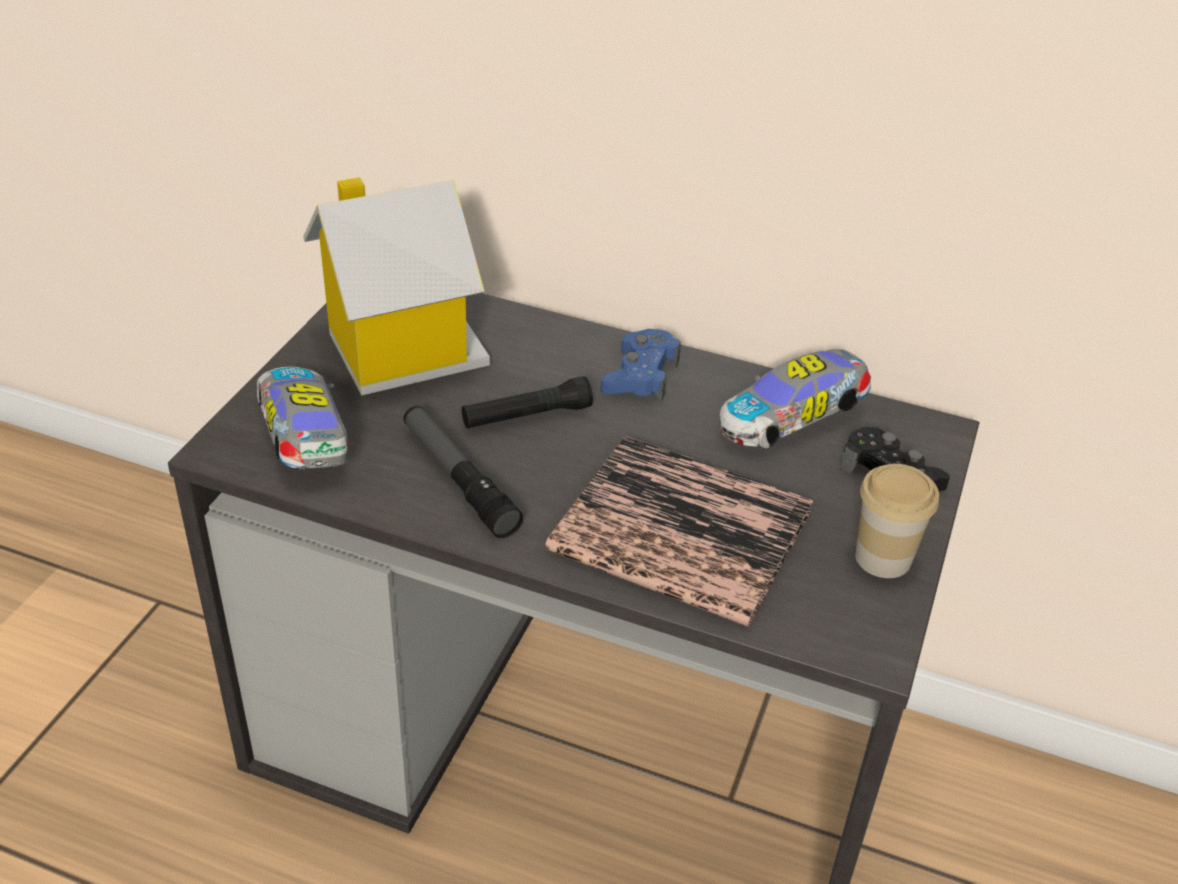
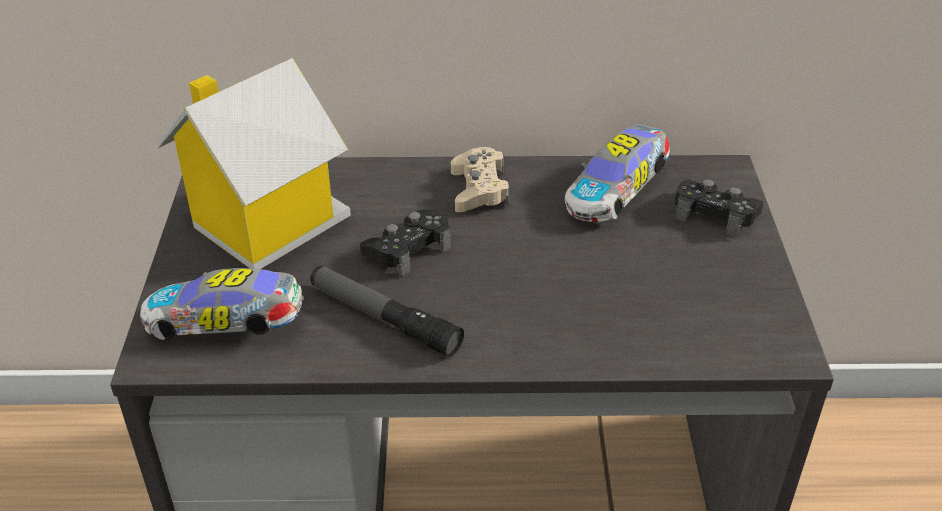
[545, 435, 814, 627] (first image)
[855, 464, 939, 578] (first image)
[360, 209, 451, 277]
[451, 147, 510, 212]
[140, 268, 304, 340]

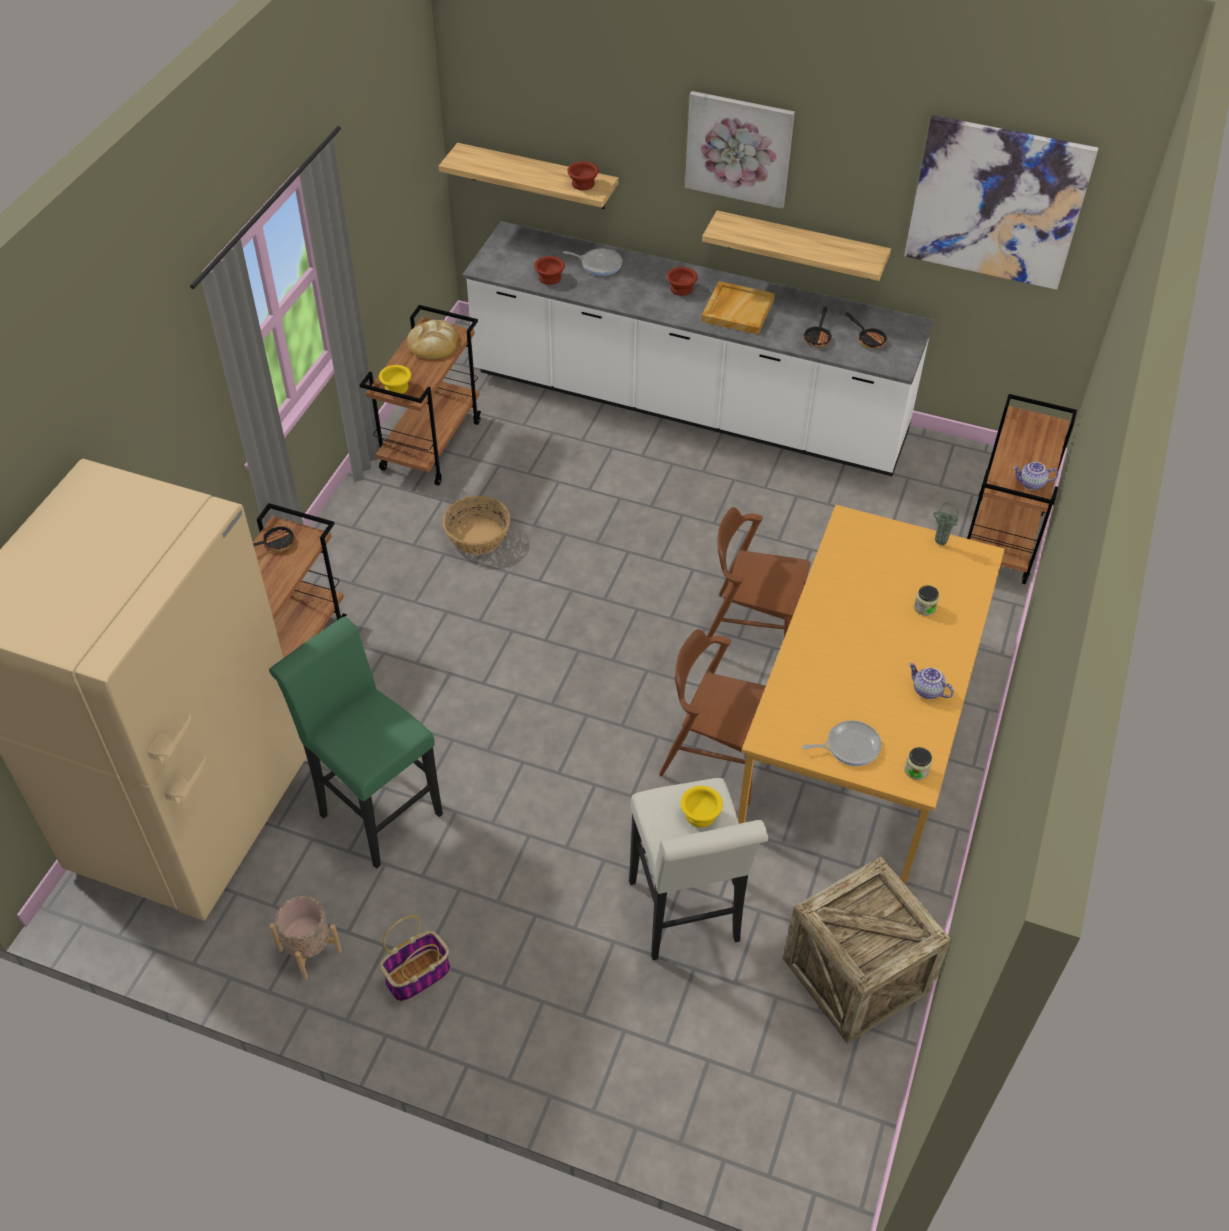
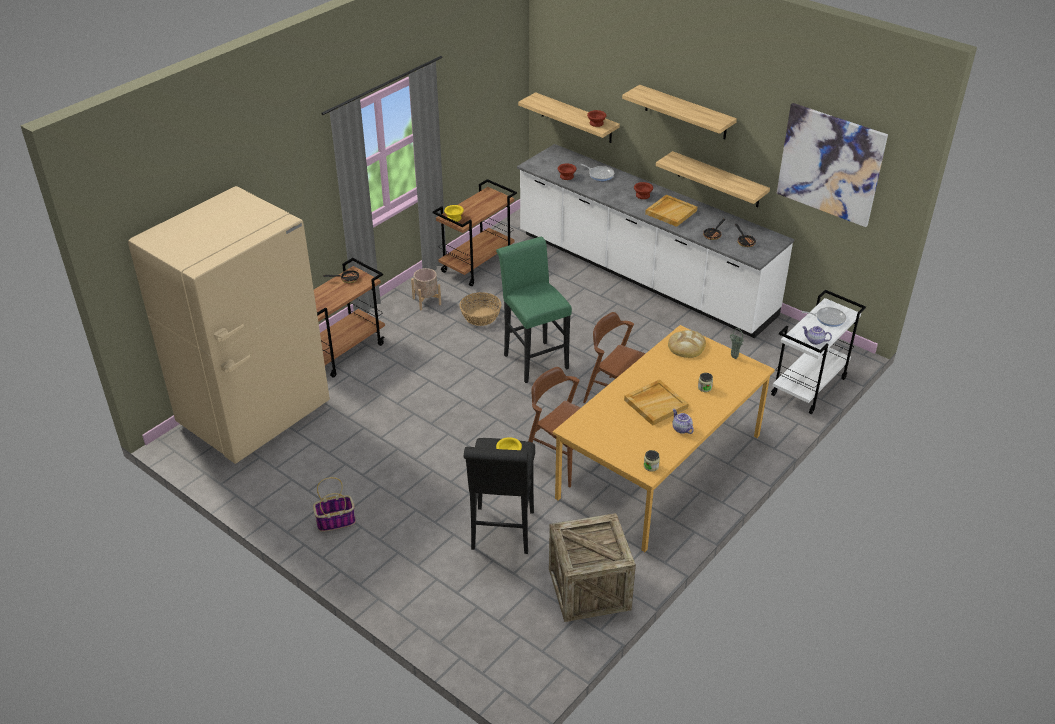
[624, 379, 688, 426]
[496, 237, 572, 383]
[411, 268, 441, 310]
[668, 330, 706, 358]
[802, 307, 846, 327]
[622, 85, 737, 139]
[464, 438, 535, 554]
[771, 290, 866, 414]

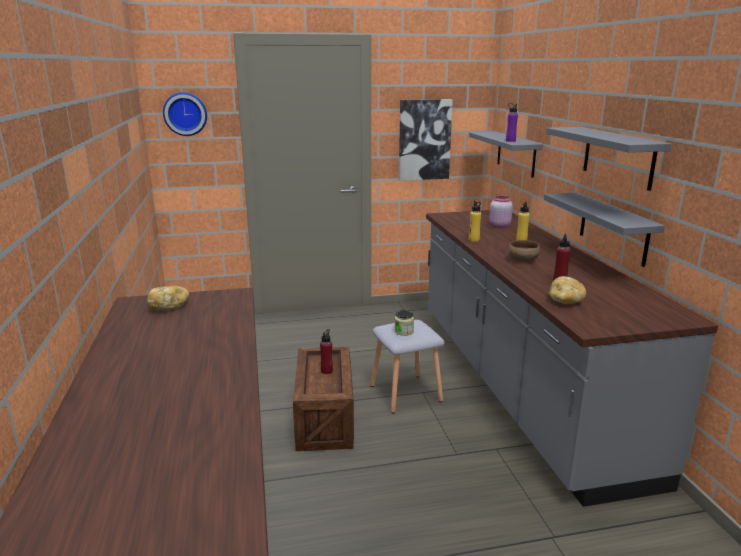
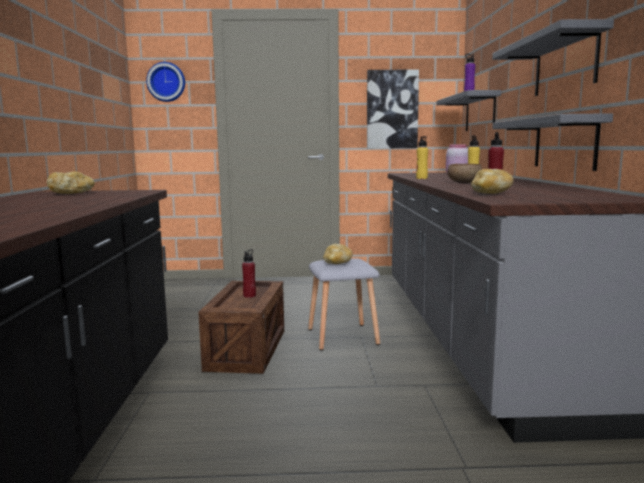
[323, 244, 353, 264]

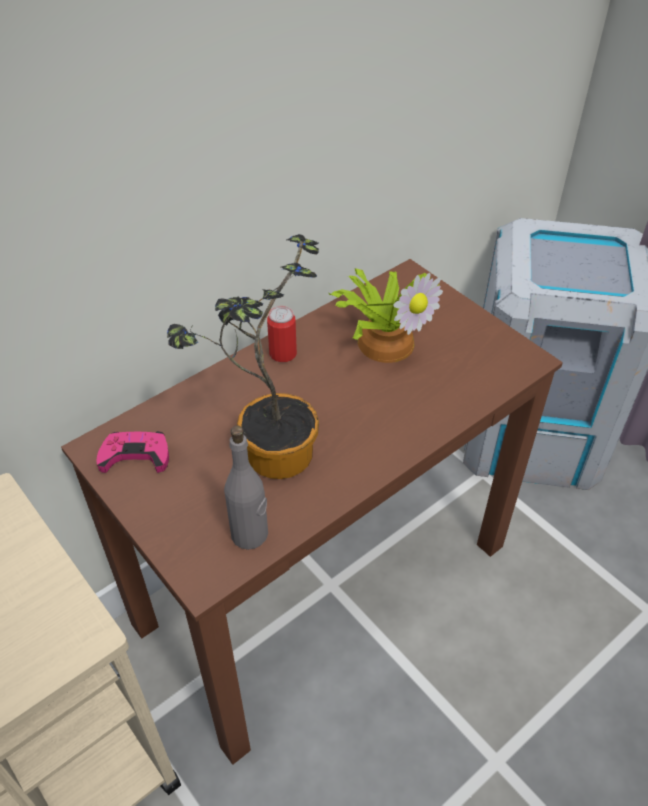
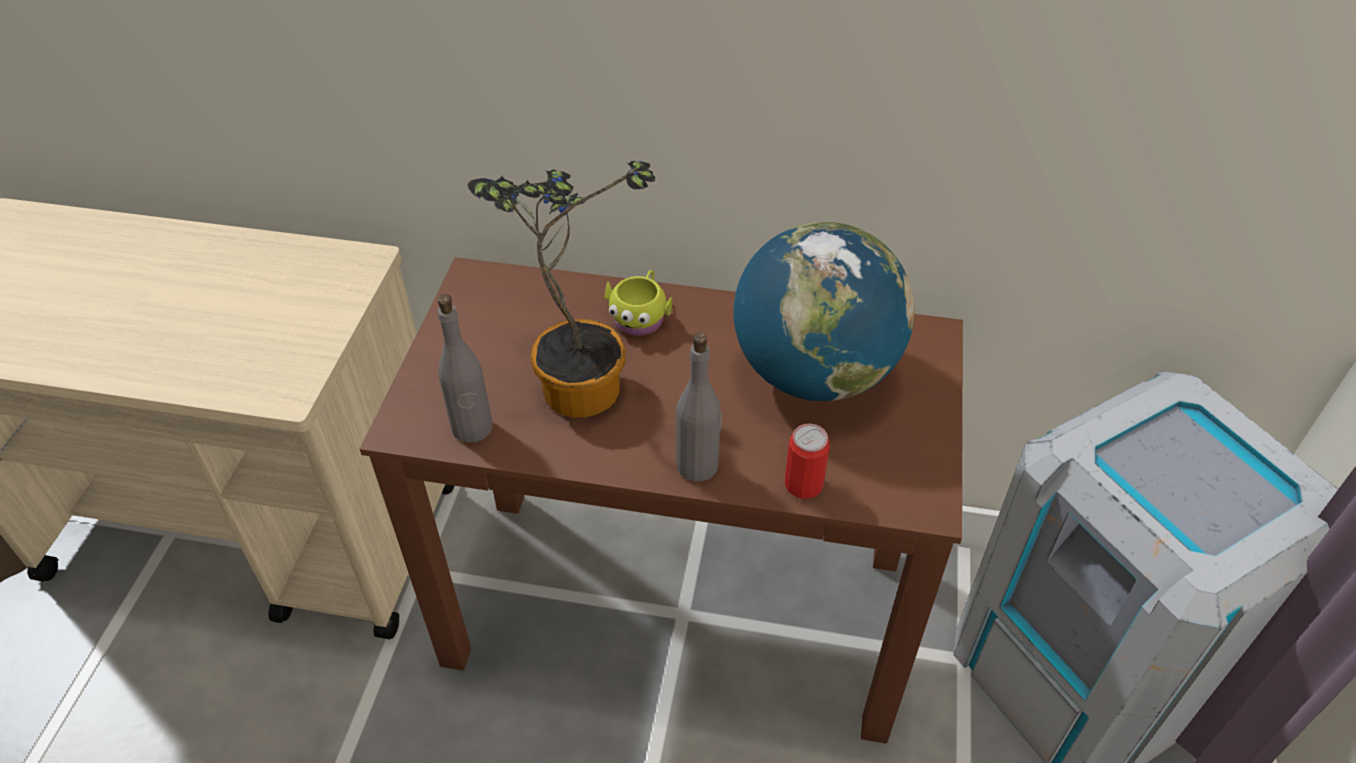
[96, 431, 169, 473] (first image)
[604, 270, 672, 336]
[676, 333, 722, 482]
[785, 424, 830, 499]
[734, 221, 915, 401]

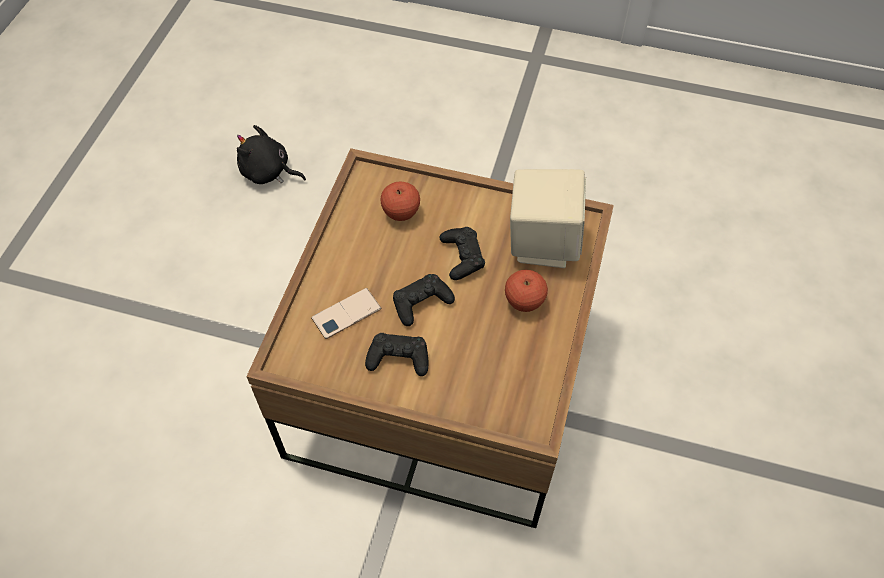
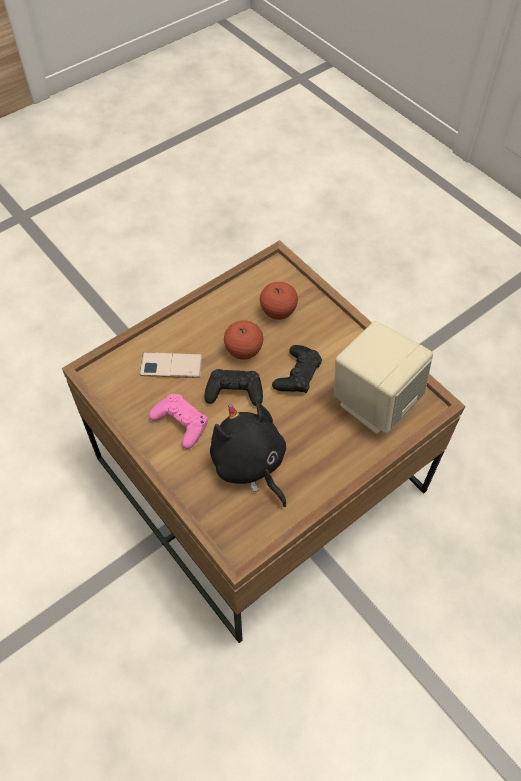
[210, 402, 286, 507]
[224, 320, 263, 360]
[149, 394, 208, 449]

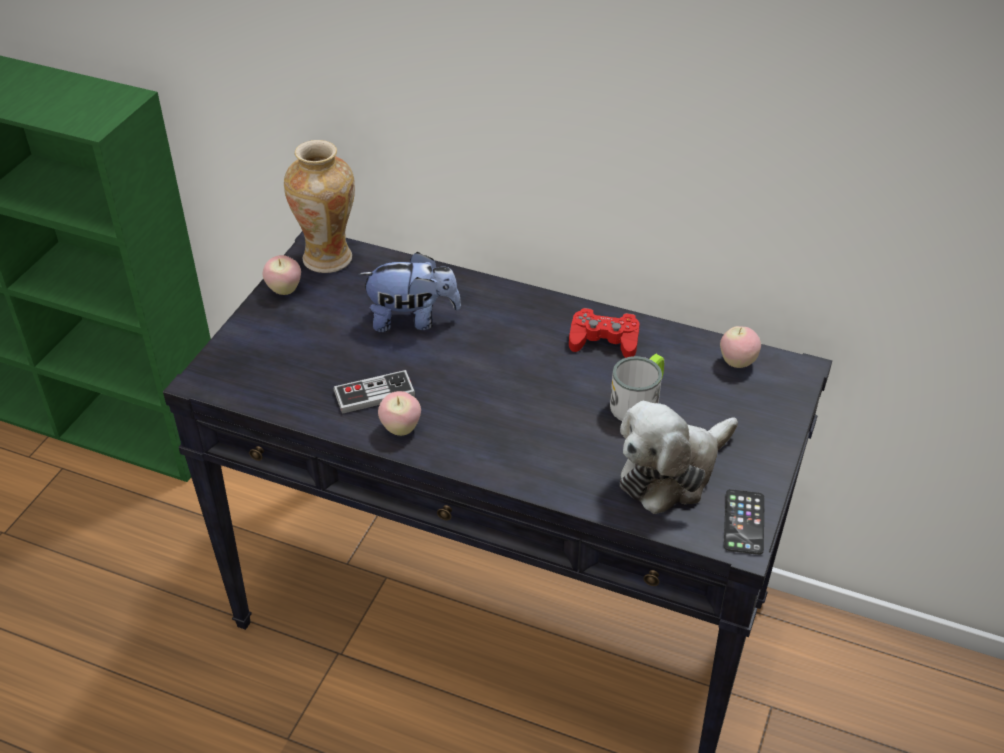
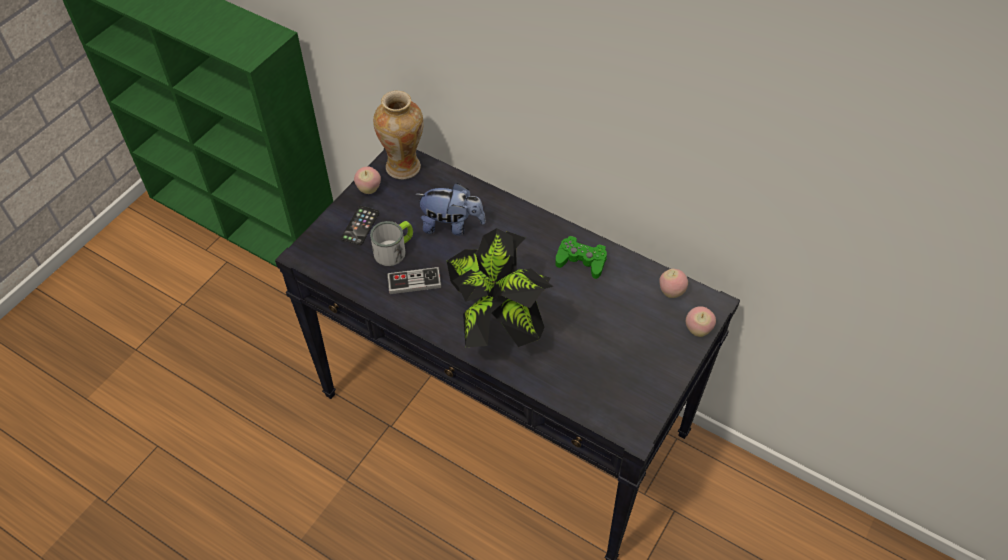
[620, 401, 738, 514] (first image)
[447, 228, 553, 347]
[686, 306, 716, 337]
[370, 221, 413, 266]
[341, 206, 379, 245]
[555, 236, 607, 279]

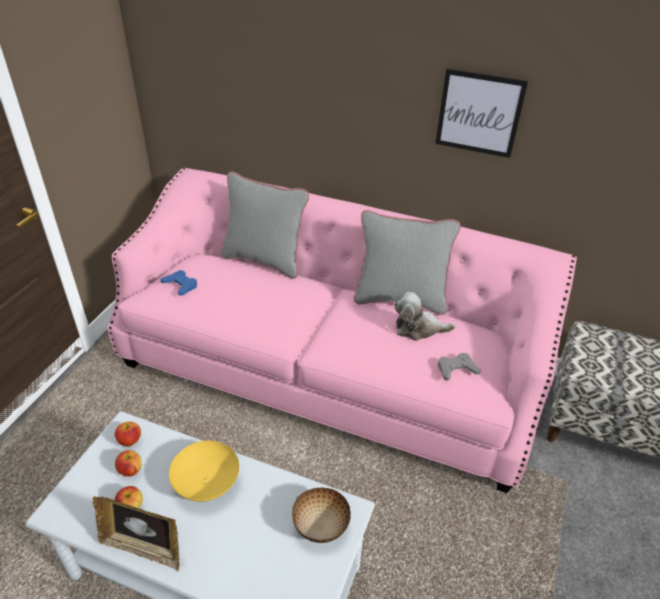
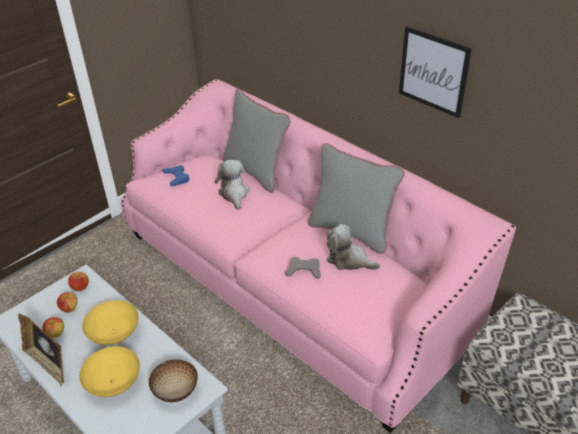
[79, 346, 140, 397]
[215, 160, 250, 210]
[286, 257, 321, 279]

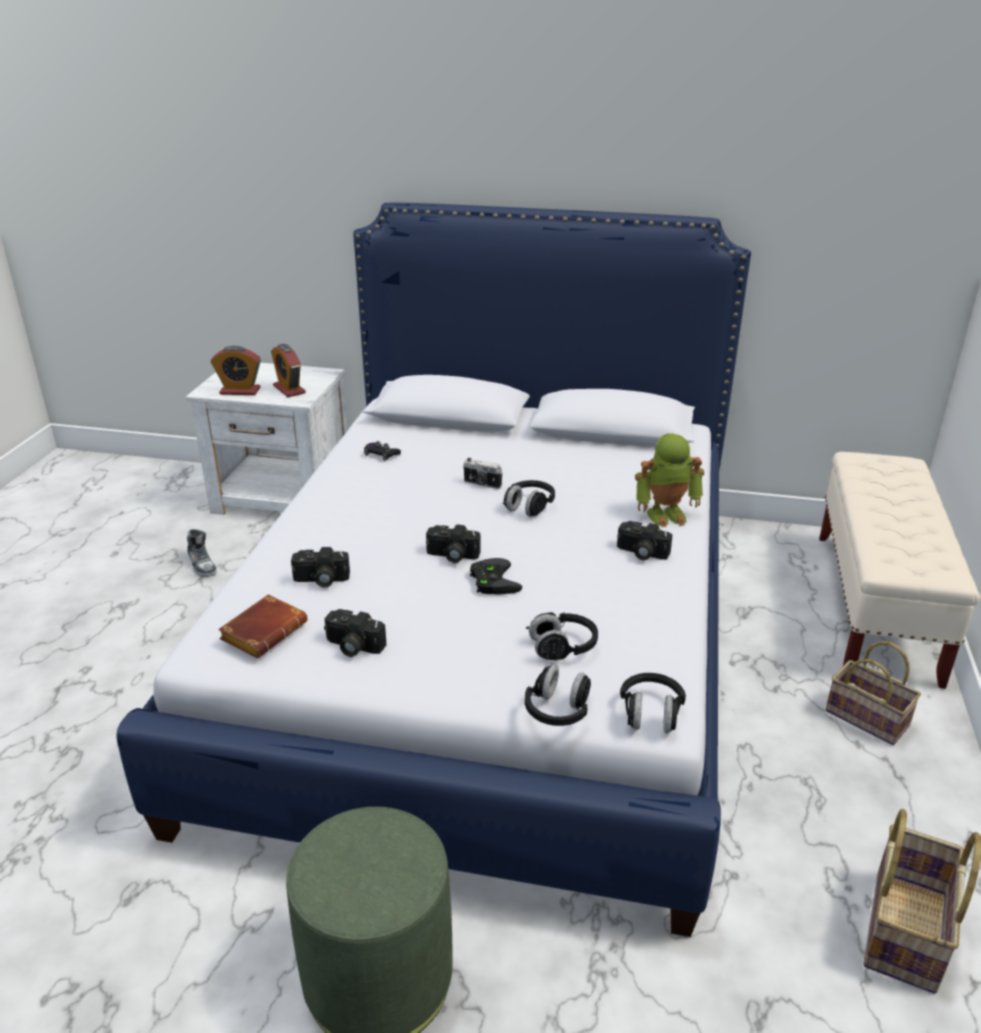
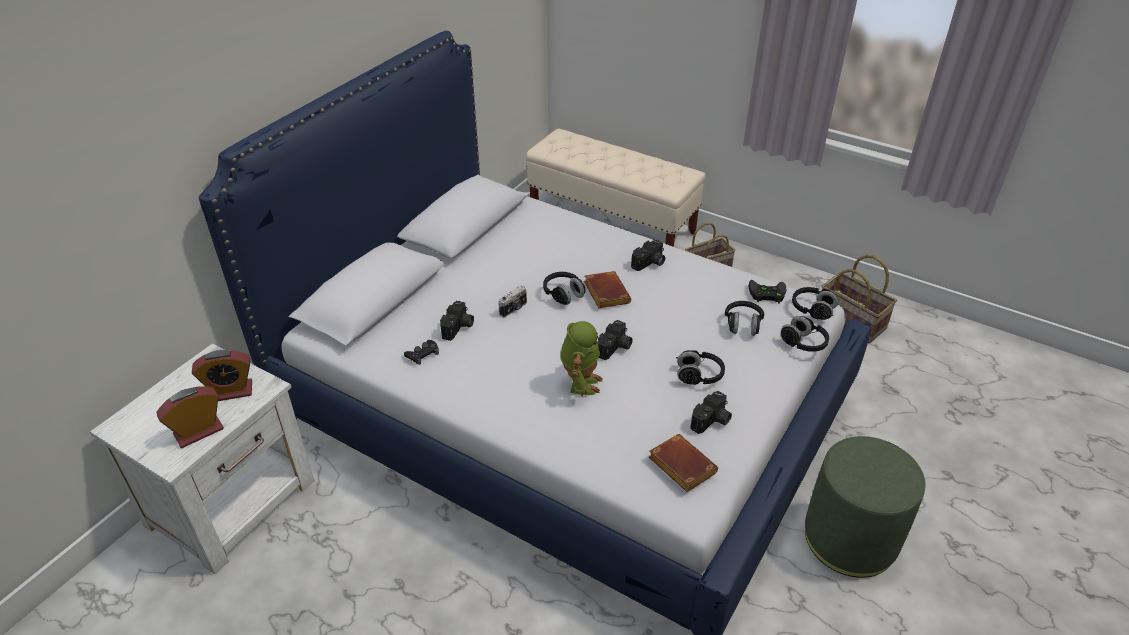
[187, 529, 217, 577] (first image)
[584, 271, 631, 308]
[676, 350, 725, 385]
[440, 301, 474, 341]
[749, 280, 786, 303]
[560, 321, 603, 396]
[156, 386, 224, 448]

